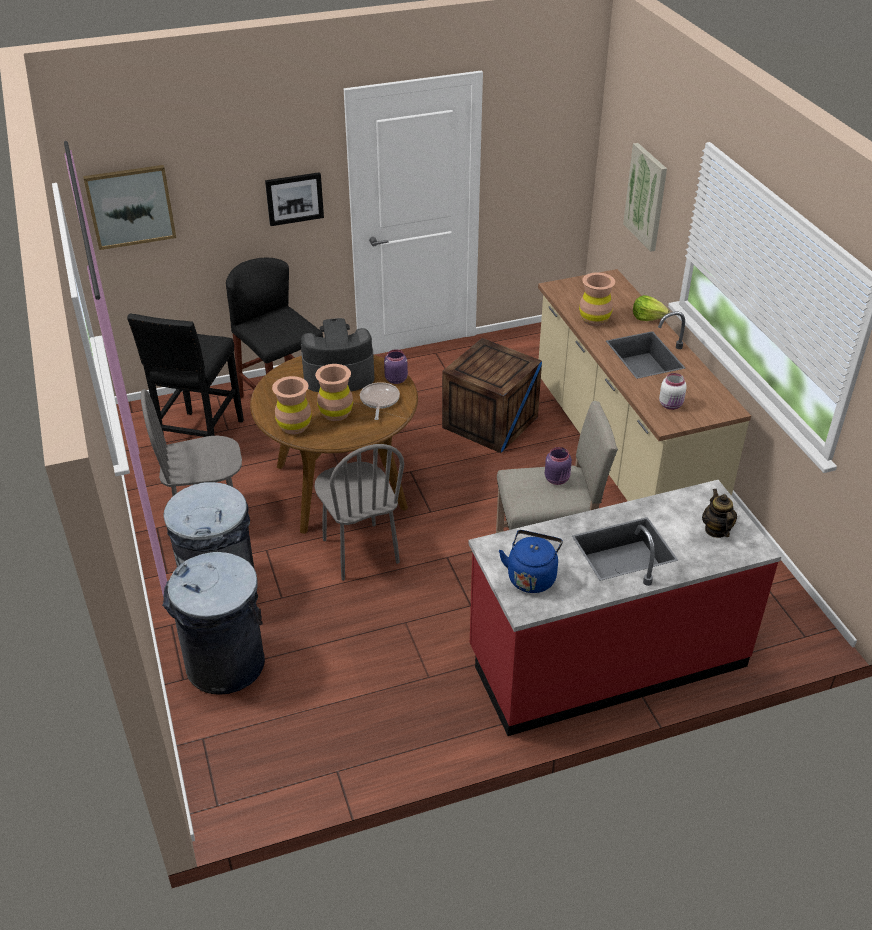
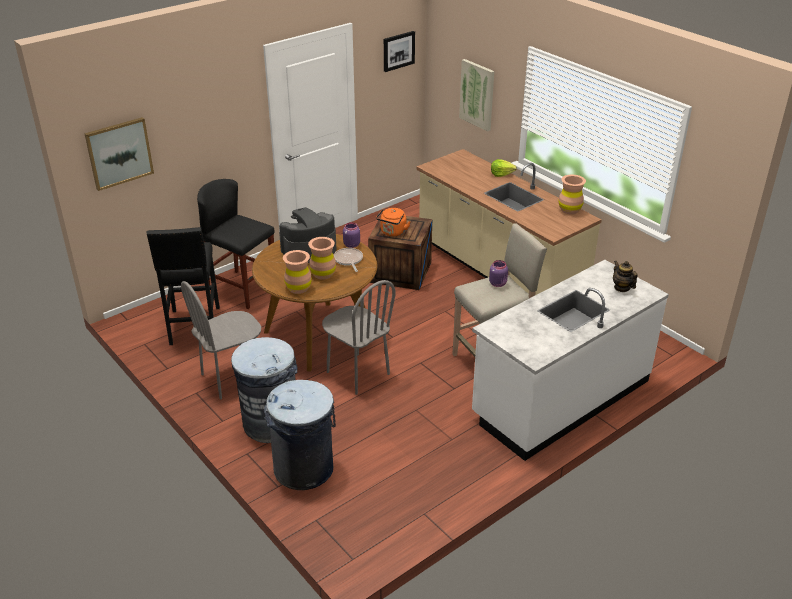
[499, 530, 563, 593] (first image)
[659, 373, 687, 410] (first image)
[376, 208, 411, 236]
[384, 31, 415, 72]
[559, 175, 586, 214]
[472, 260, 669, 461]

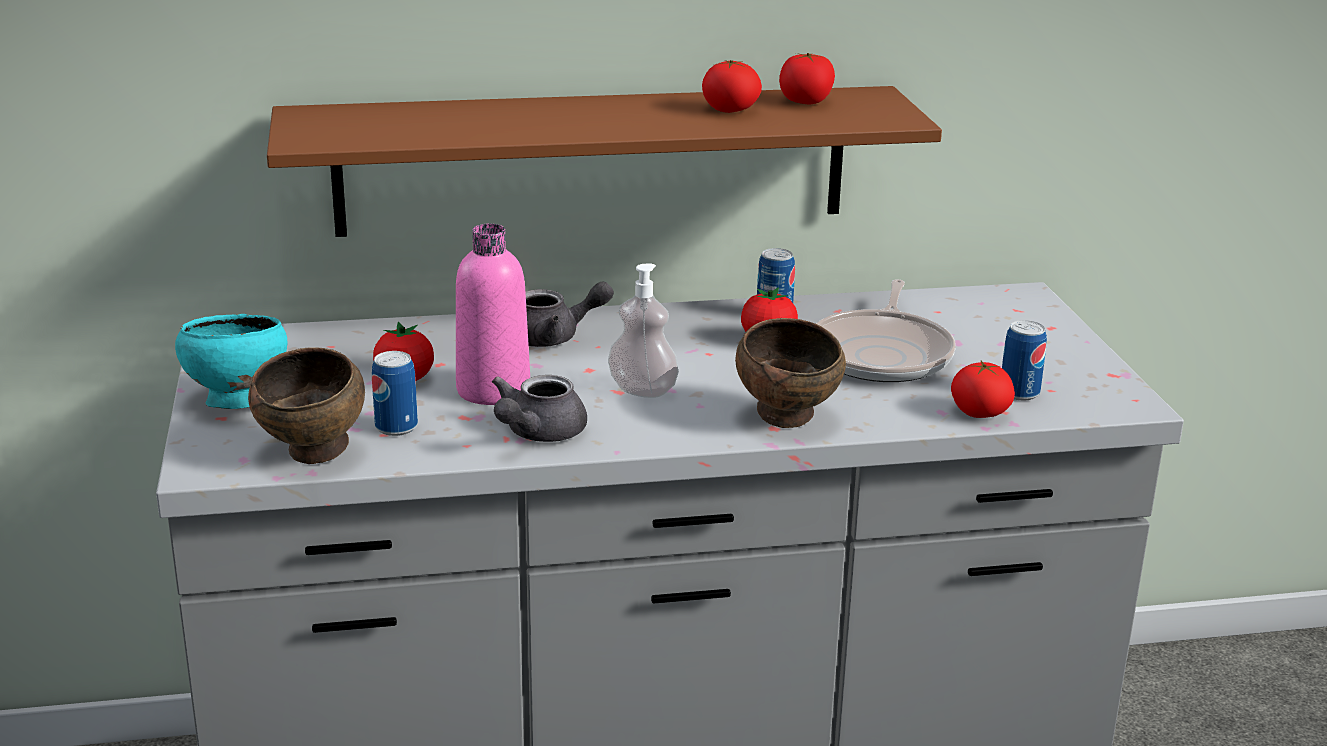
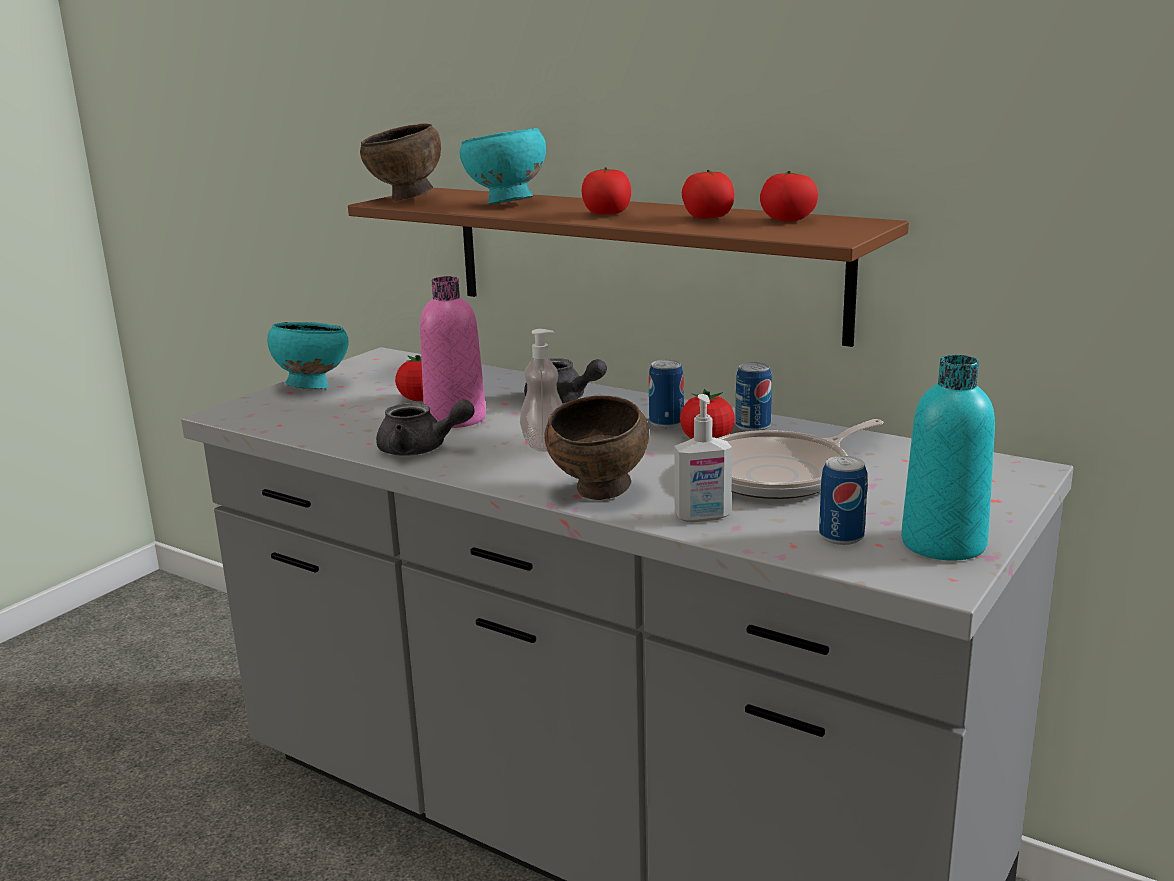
[460, 128, 546, 204]
[674, 394, 732, 522]
[901, 355, 995, 561]
[360, 123, 441, 201]
[649, 360, 684, 428]
[581, 167, 631, 214]
[376, 399, 474, 456]

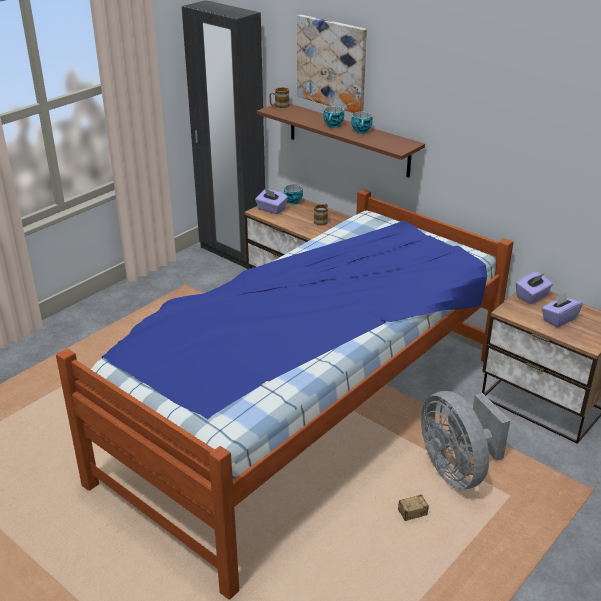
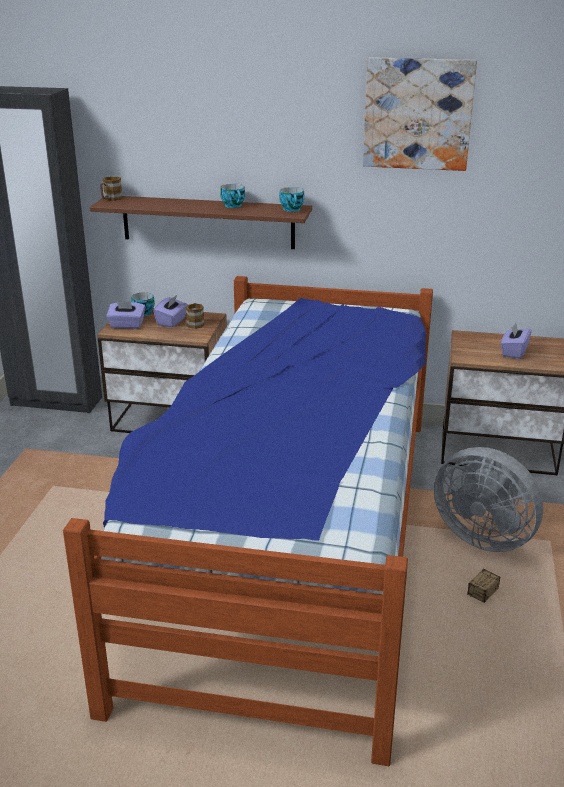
[363, 57, 477, 171]
[279, 187, 305, 212]
[153, 294, 188, 328]

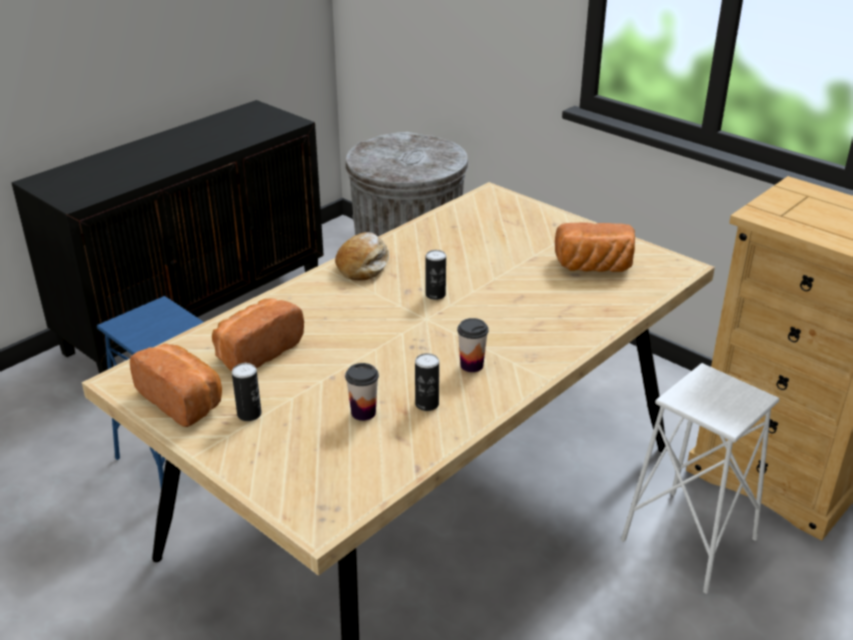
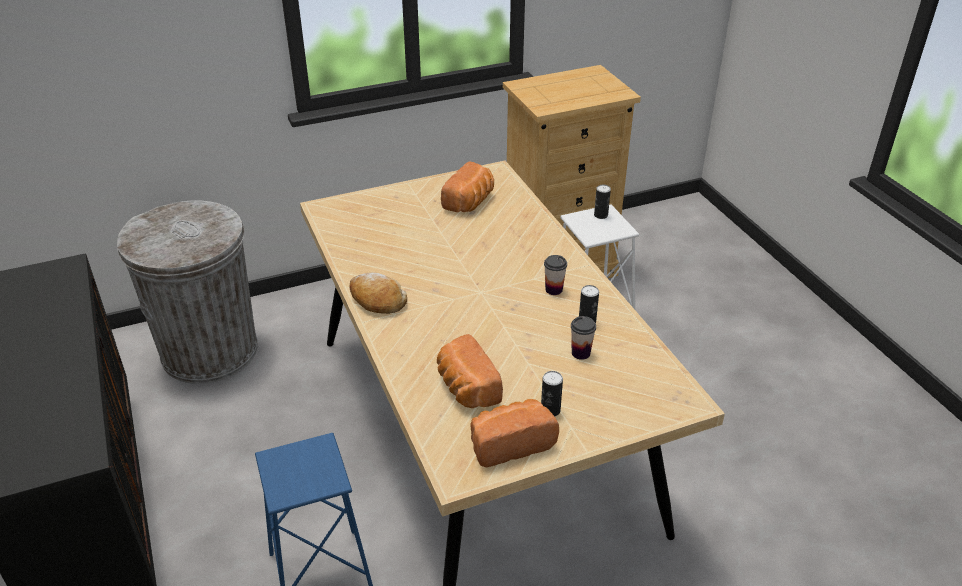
[594, 185, 611, 219]

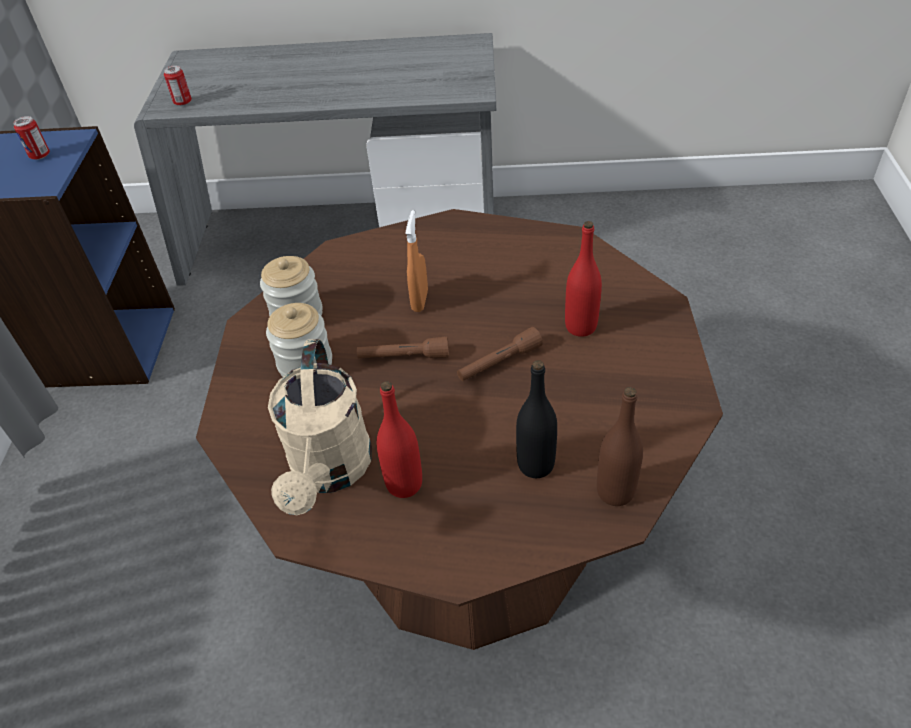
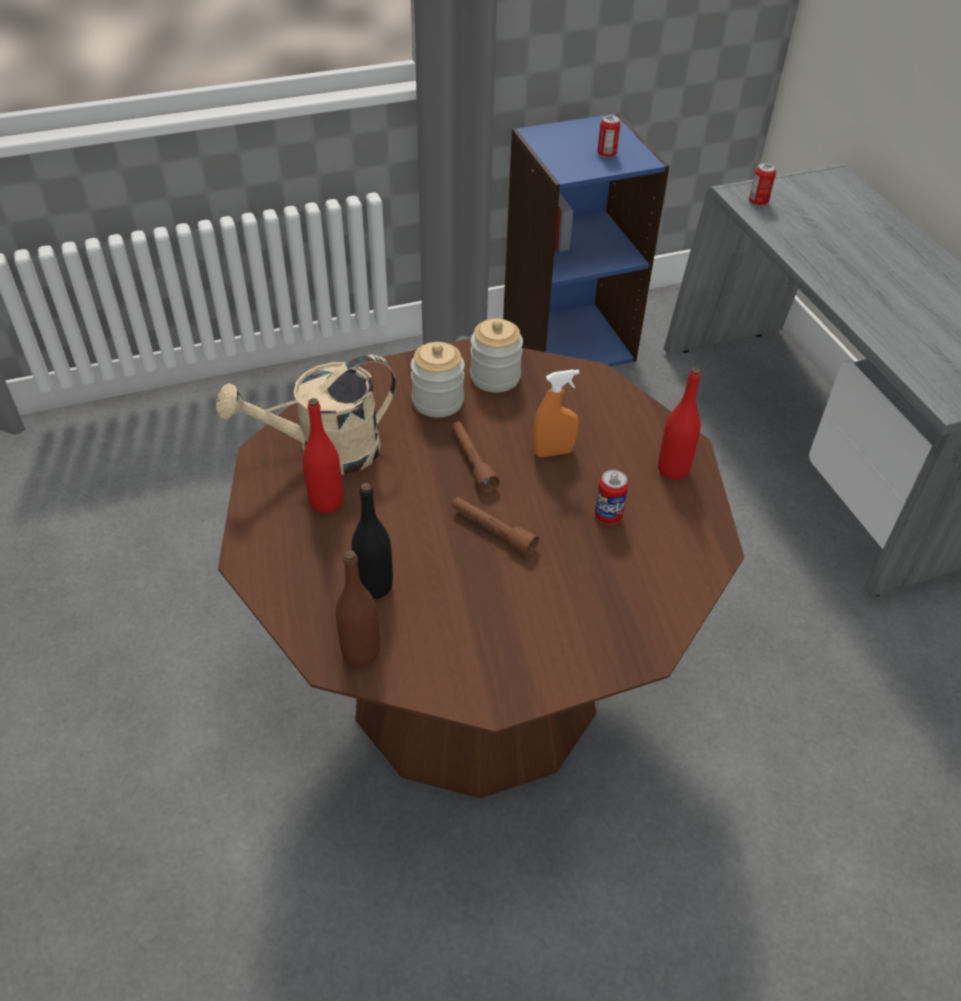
[595, 470, 629, 524]
[658, 367, 701, 480]

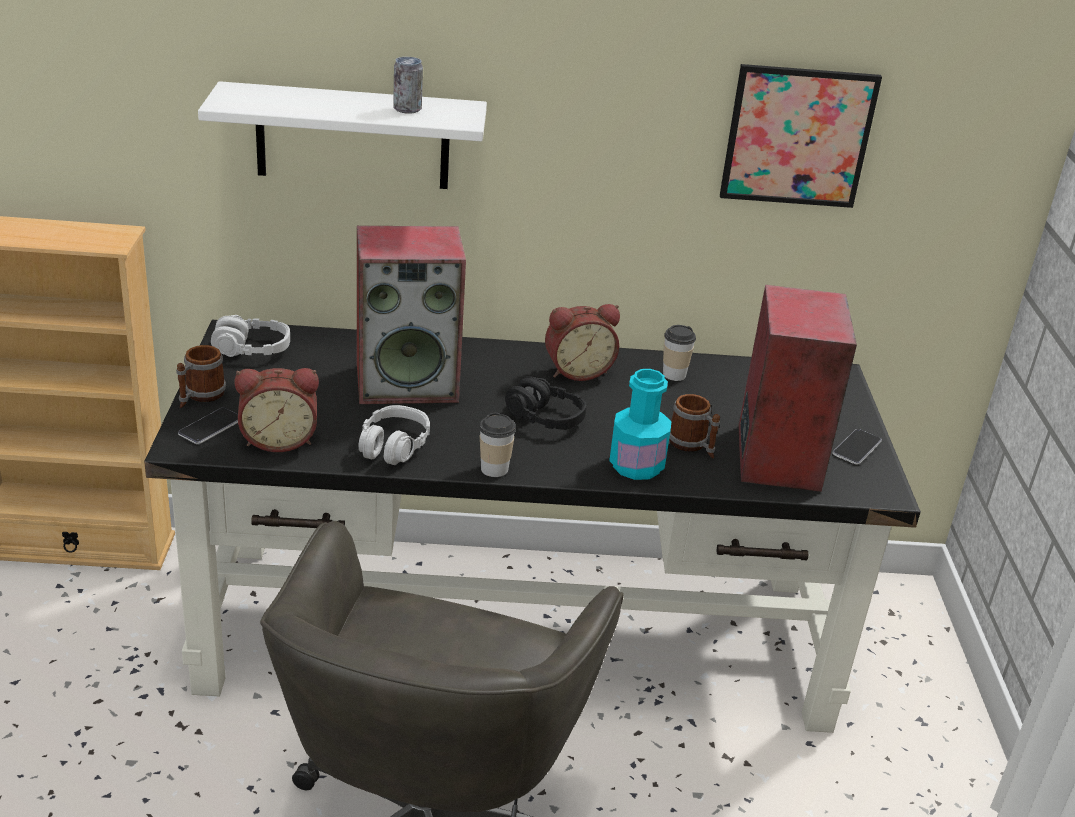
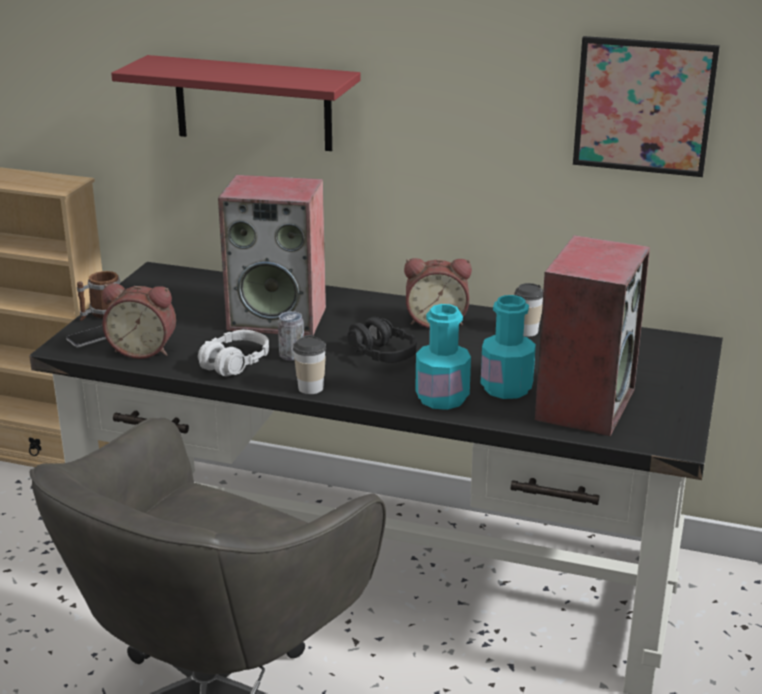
[211, 315, 290, 357] (first image)
[832, 429, 882, 465] (first image)
[278, 311, 304, 361]
[481, 295, 536, 399]
[111, 55, 360, 151]

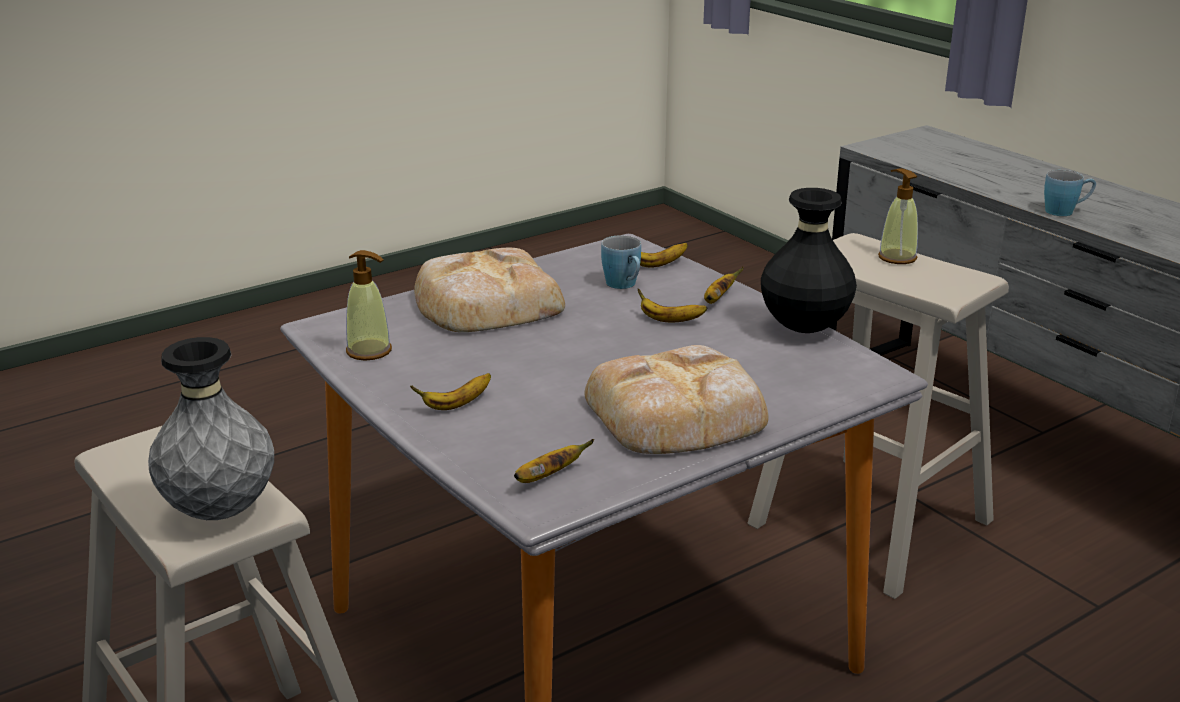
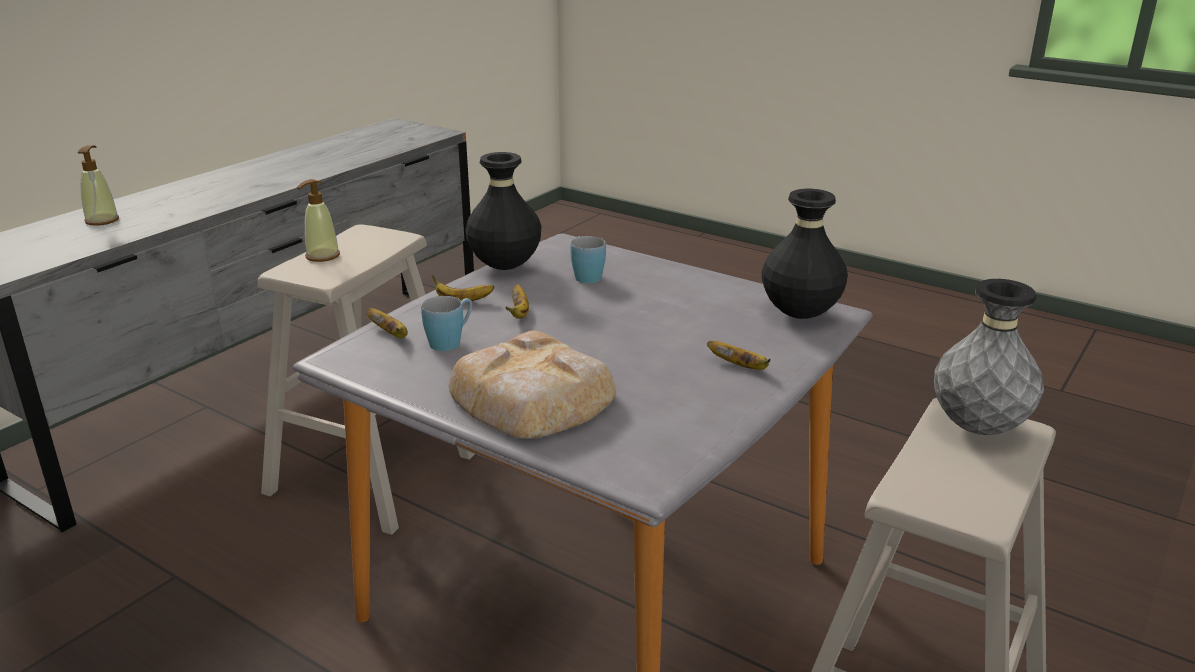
[585, 345, 769, 454] (first image)
[78, 145, 119, 226]
[570, 236, 606, 283]
[762, 189, 848, 319]

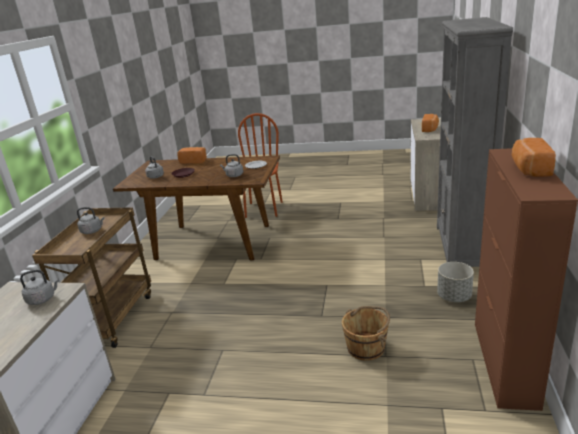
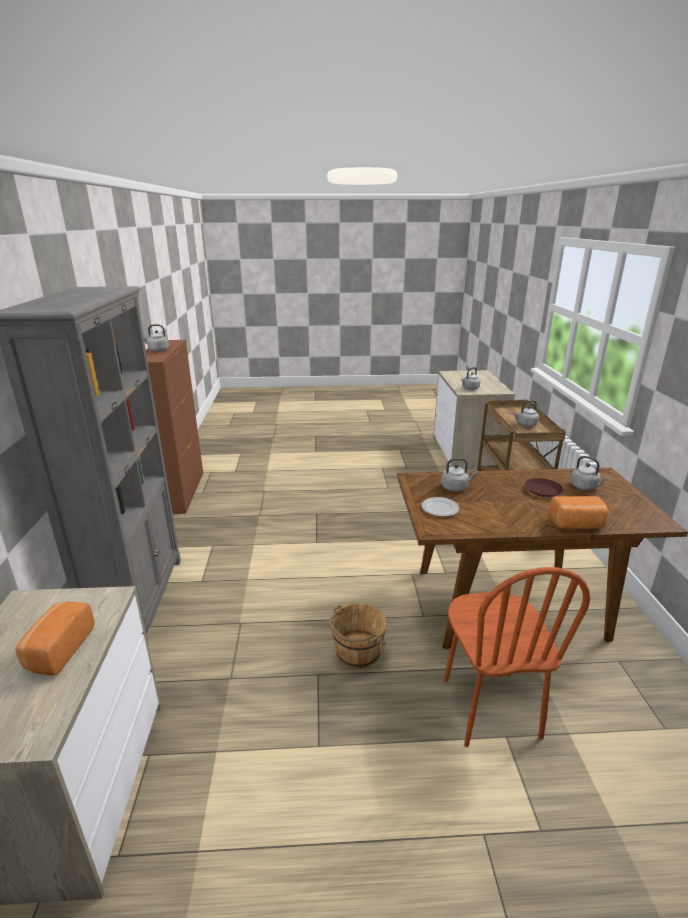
[437, 262, 474, 302] (first image)
[329, 603, 387, 669]
[144, 324, 169, 351]

